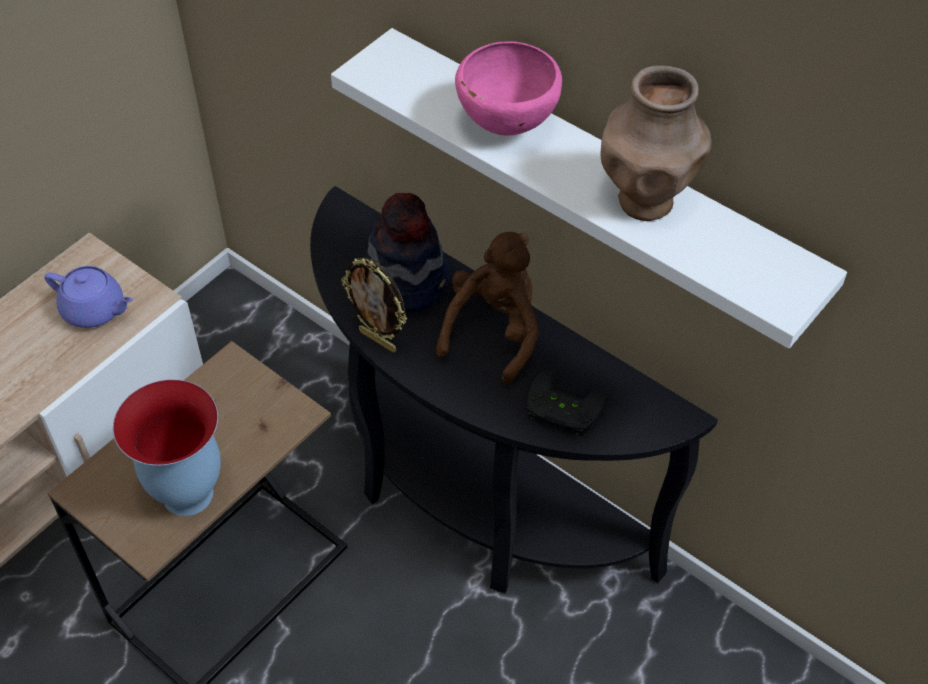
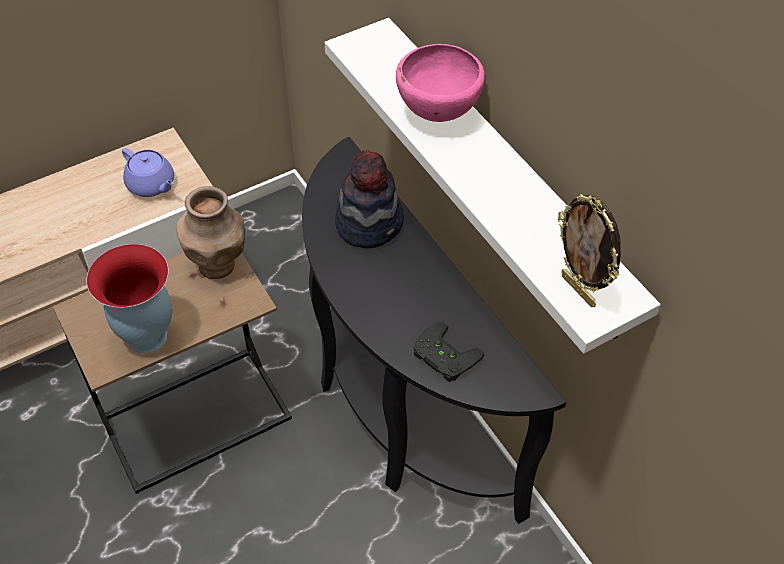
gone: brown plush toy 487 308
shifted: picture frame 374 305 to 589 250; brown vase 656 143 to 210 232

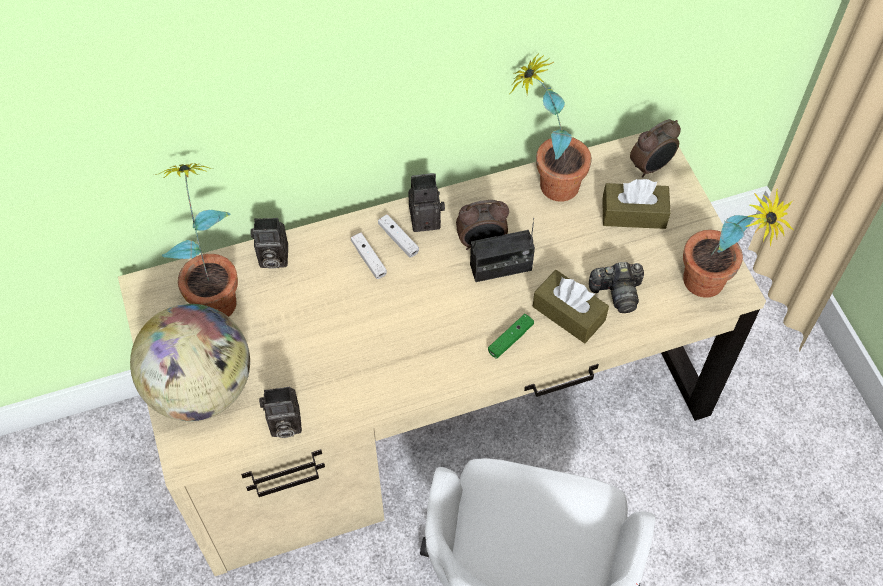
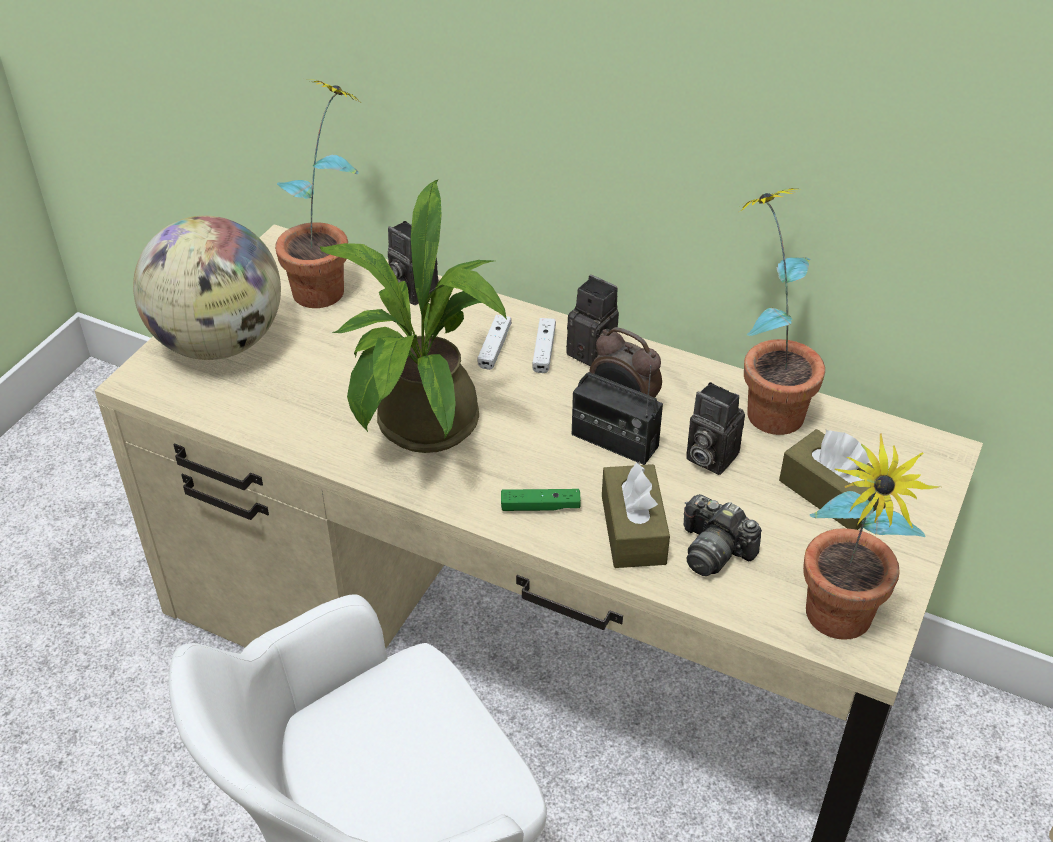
gone: alarm clock 655 148
new: potted plant 413 316
shifted: photo camera 280 412 to 715 428

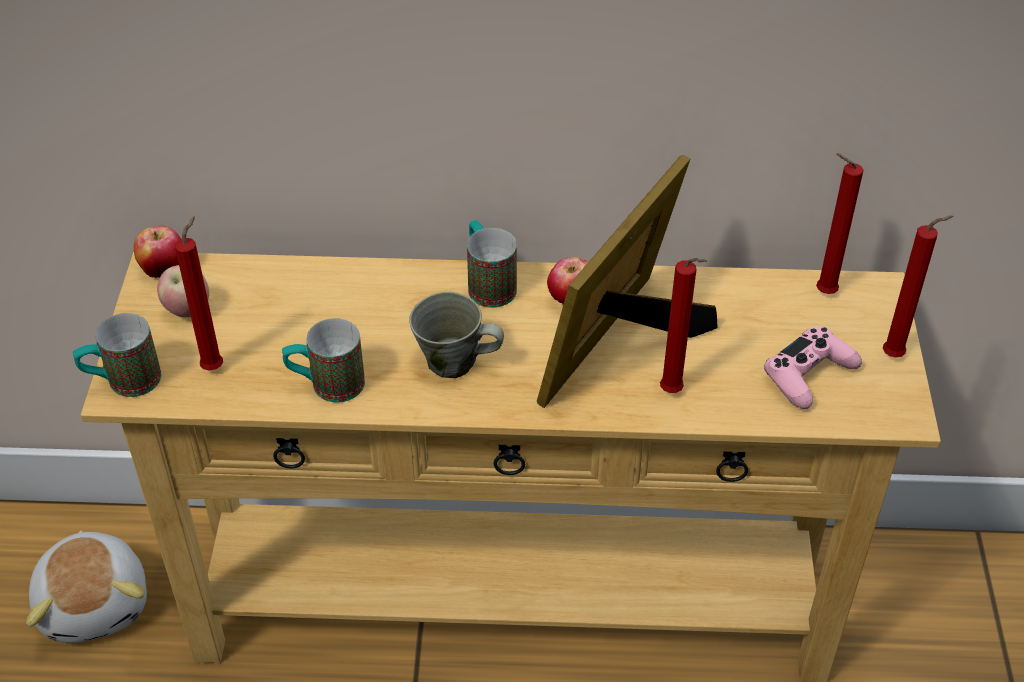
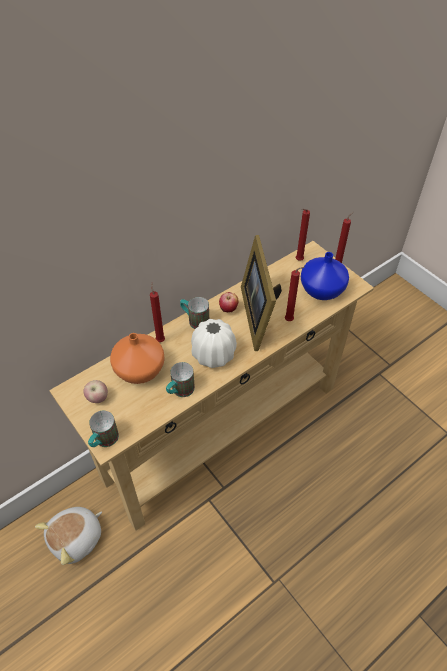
gone: apple 157 252
new: orange vase 137 358
shifted: red candle 199 293 to 157 312
swapped: grey mug 456 335 to white vase 214 343; pink game controller 813 368 to blue vase 325 276
rotated: plush toy 86 587 = 68 536 105 degrees clockwise

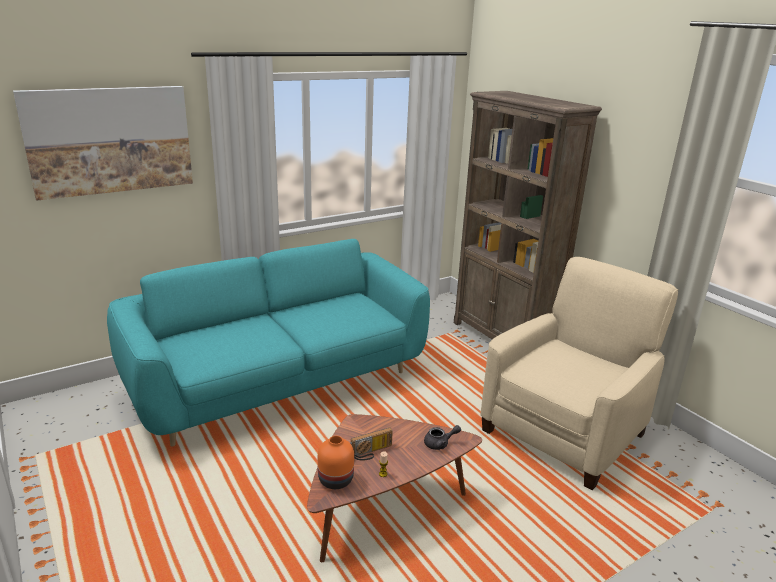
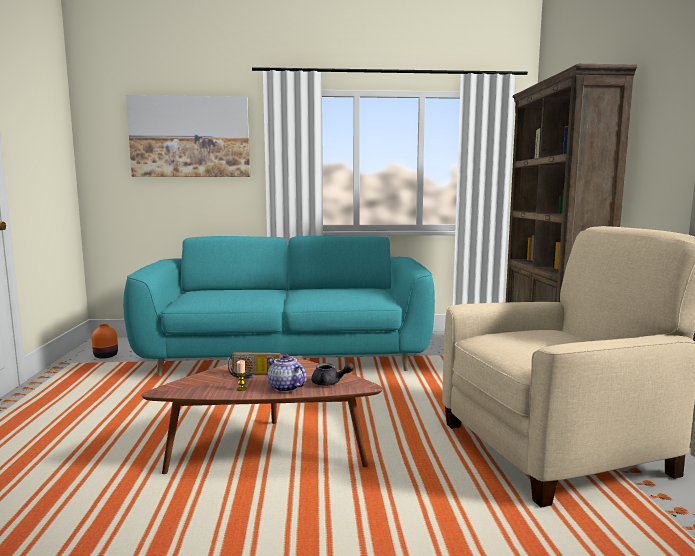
new: teapot 287 373
shifted: orange vase 336 462 to 105 341

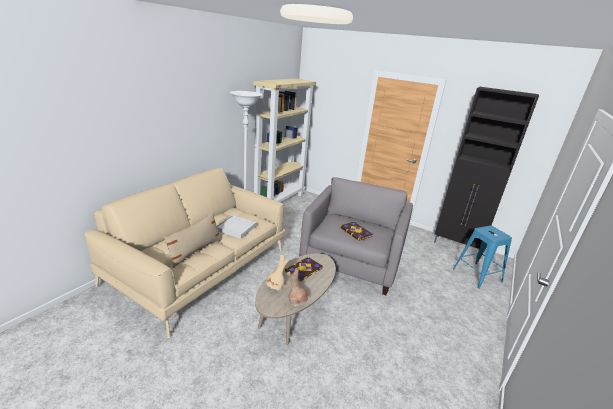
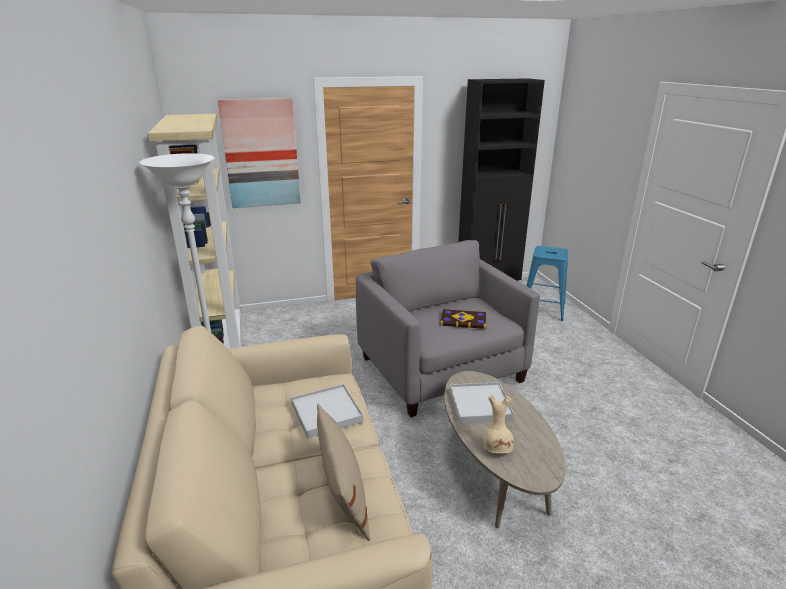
gone: brown vase 297 287
new: picture 259 153
swapped: book 304 269 to white tray 482 403

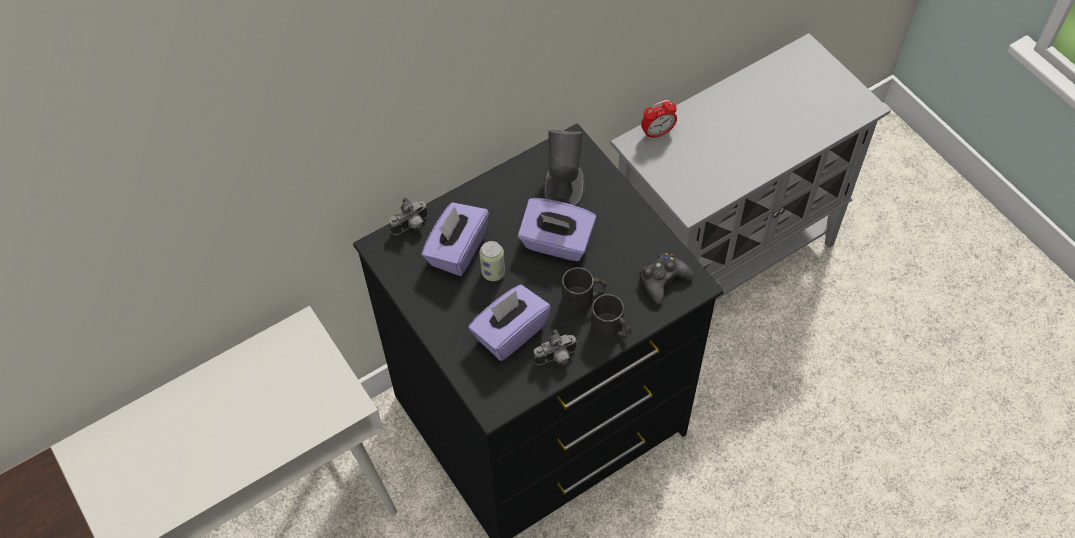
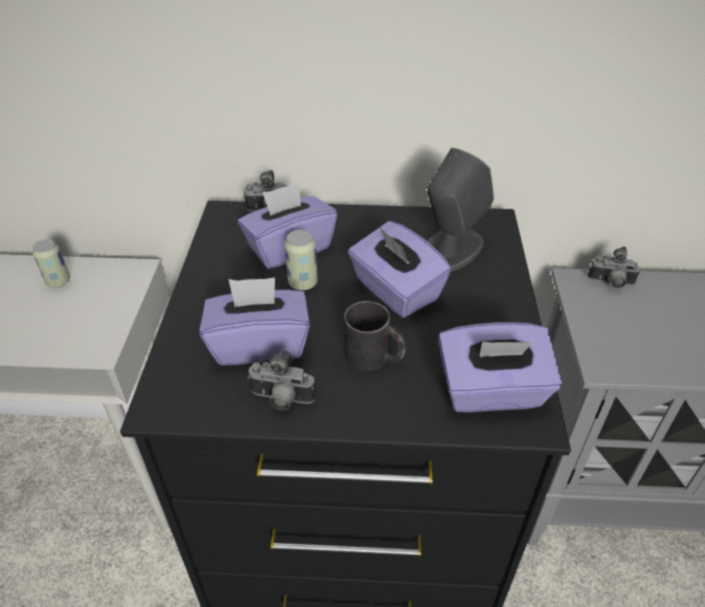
gone: black mug 611 317
new: can 51 263
swapped: black game controller 666 278 to purple tissue box 500 367; alarm clock 659 120 to photo camera 614 267

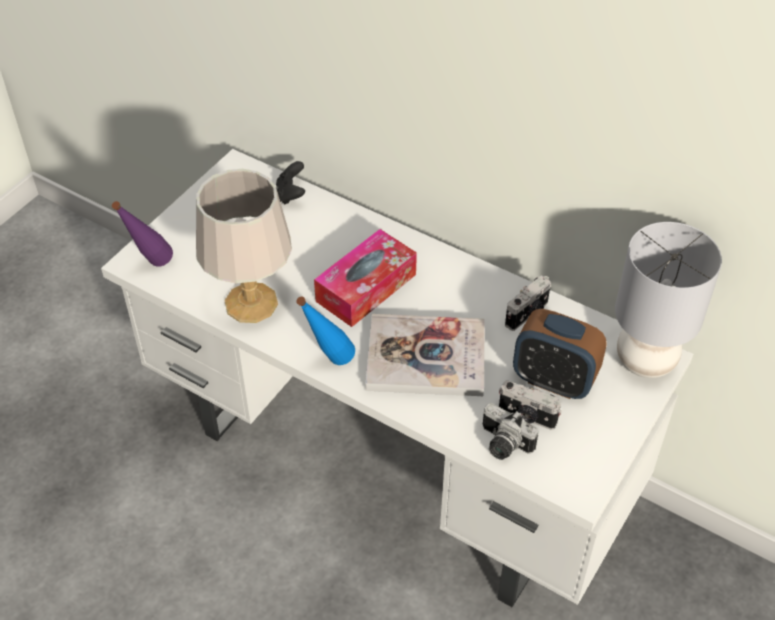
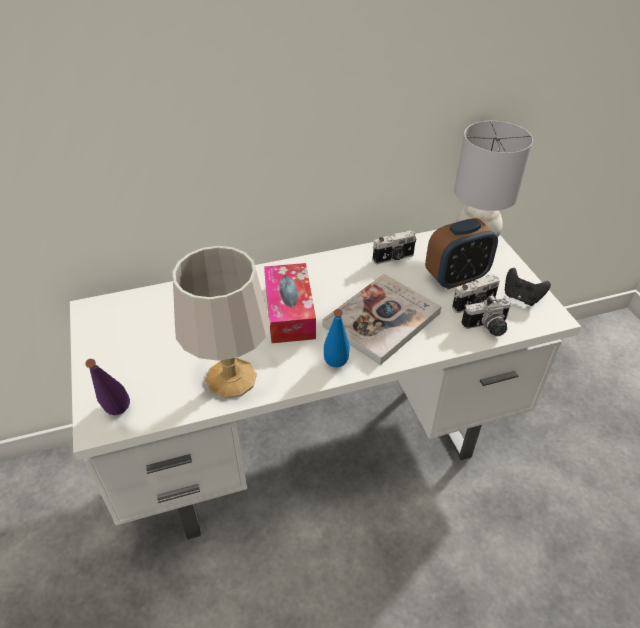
shifted: black game controller 290 183 to 528 287
rotated: photo camera 528 303 = 395 247 75 degrees clockwise

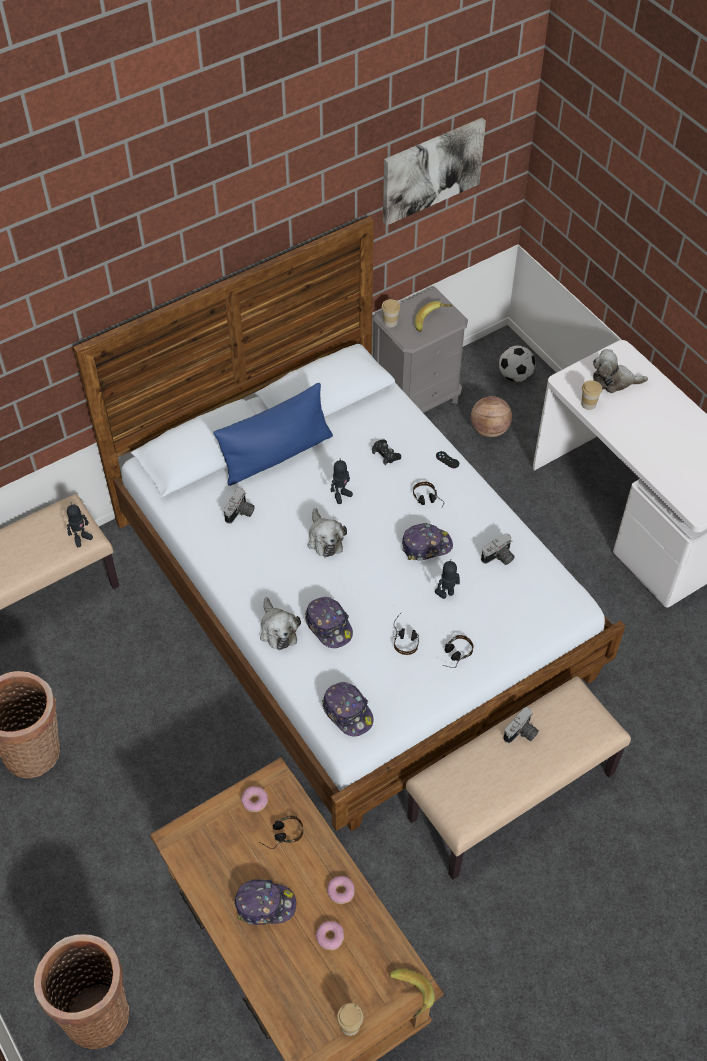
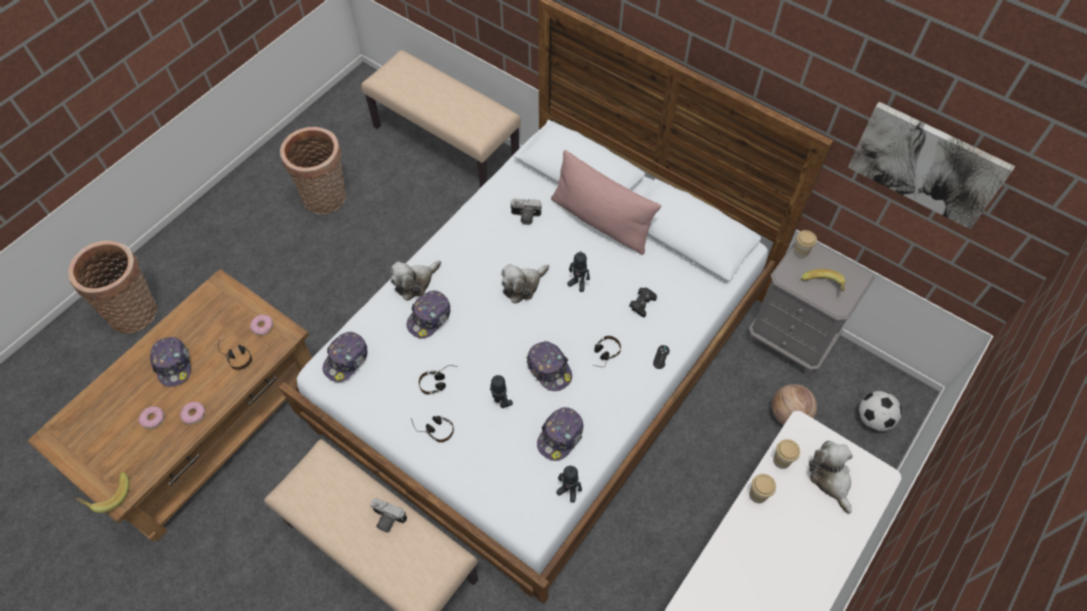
shifted: toy robot 80 525 to 569 484; cup 350 1019 to 762 488
swapped: photo camera 498 549 to cap 560 434
repainted: blue pillow 273 434 to pink pillow 606 202

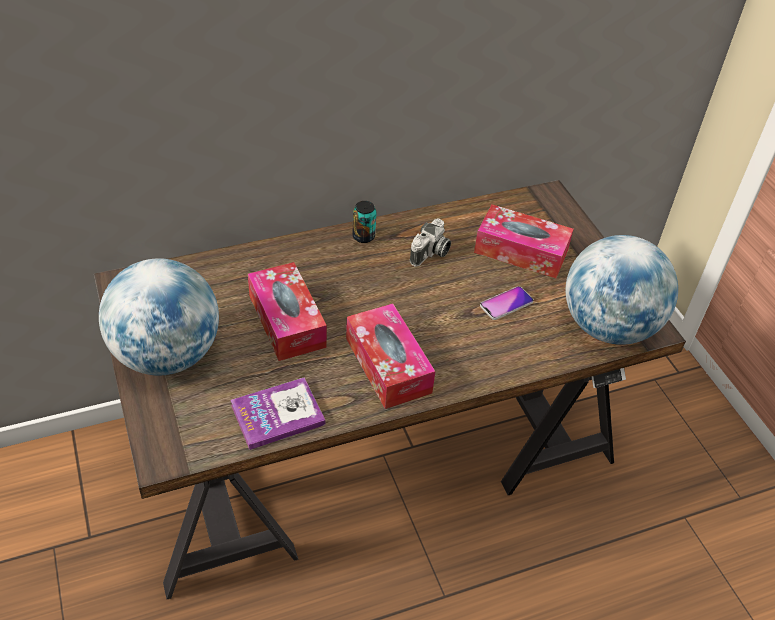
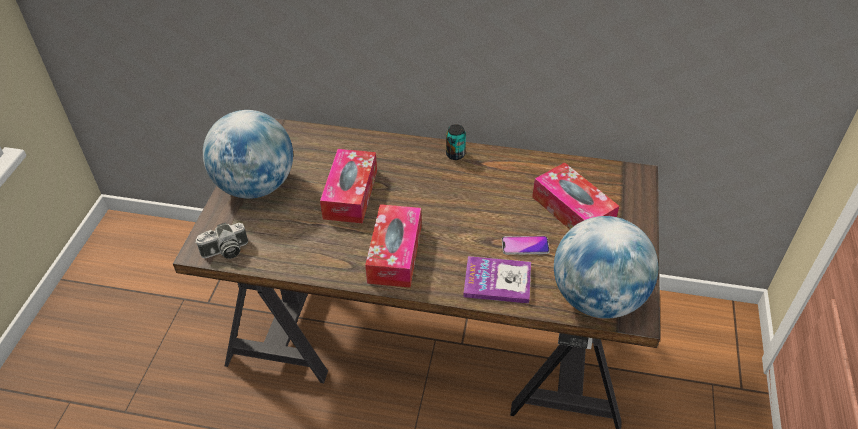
shifted: book 278 413 to 497 279; photo camera 430 242 to 221 240

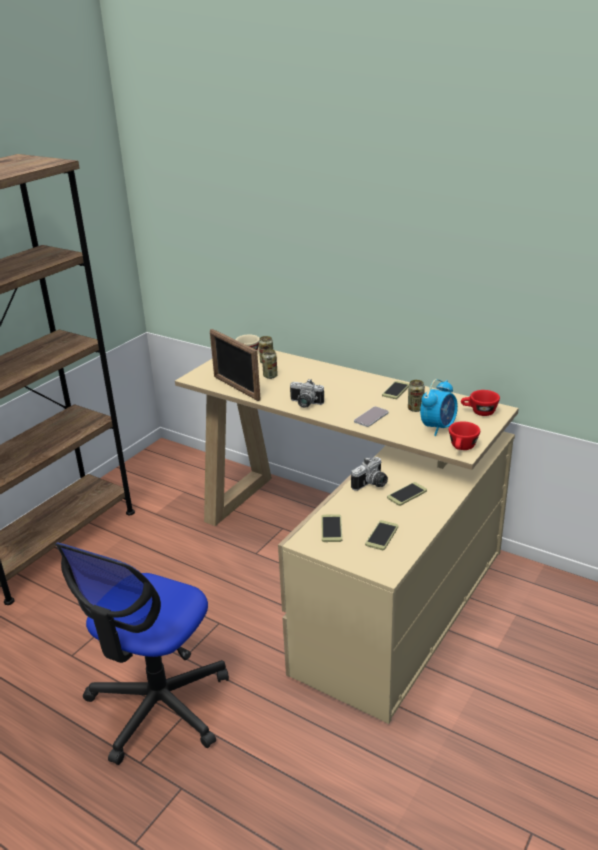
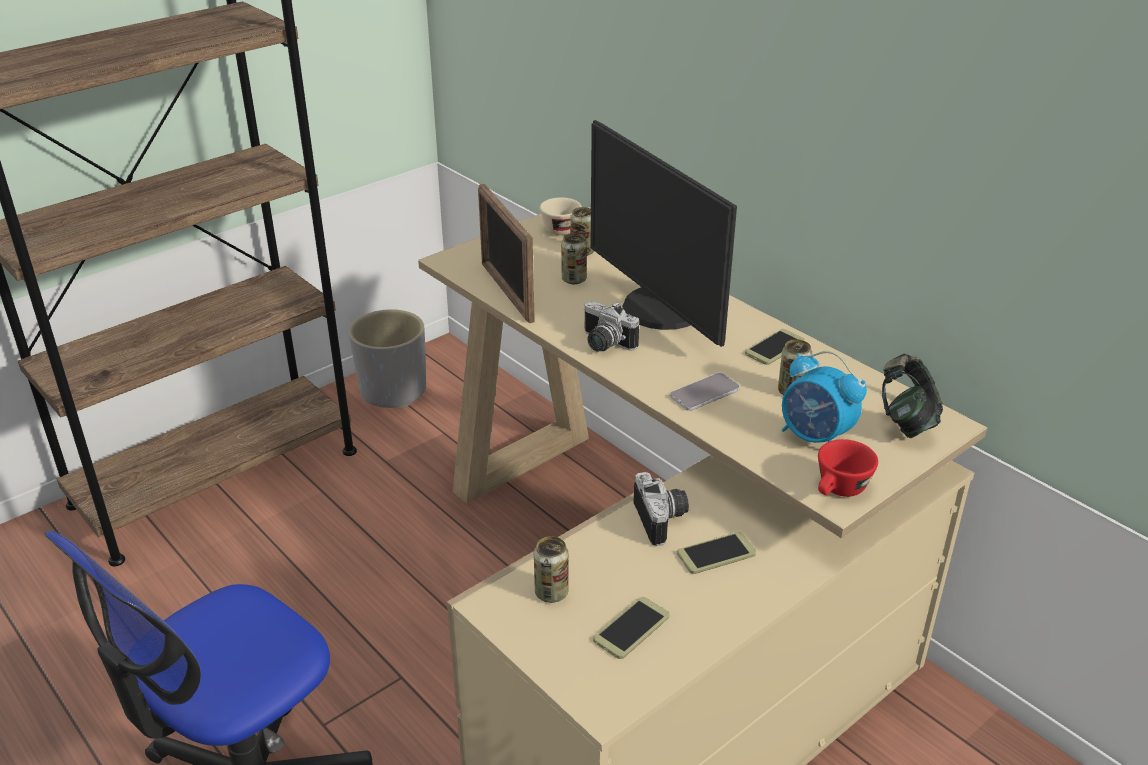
new: grey planter 387 358; monitor 663 233
swapped: phone 331 528 to can 551 569; red cup 480 403 to headphones 912 396
rotated: photo camera 369 474 = 661 509 75 degrees counterclockwise; alarm clock 439 407 = 824 397 75 degrees clockwise

